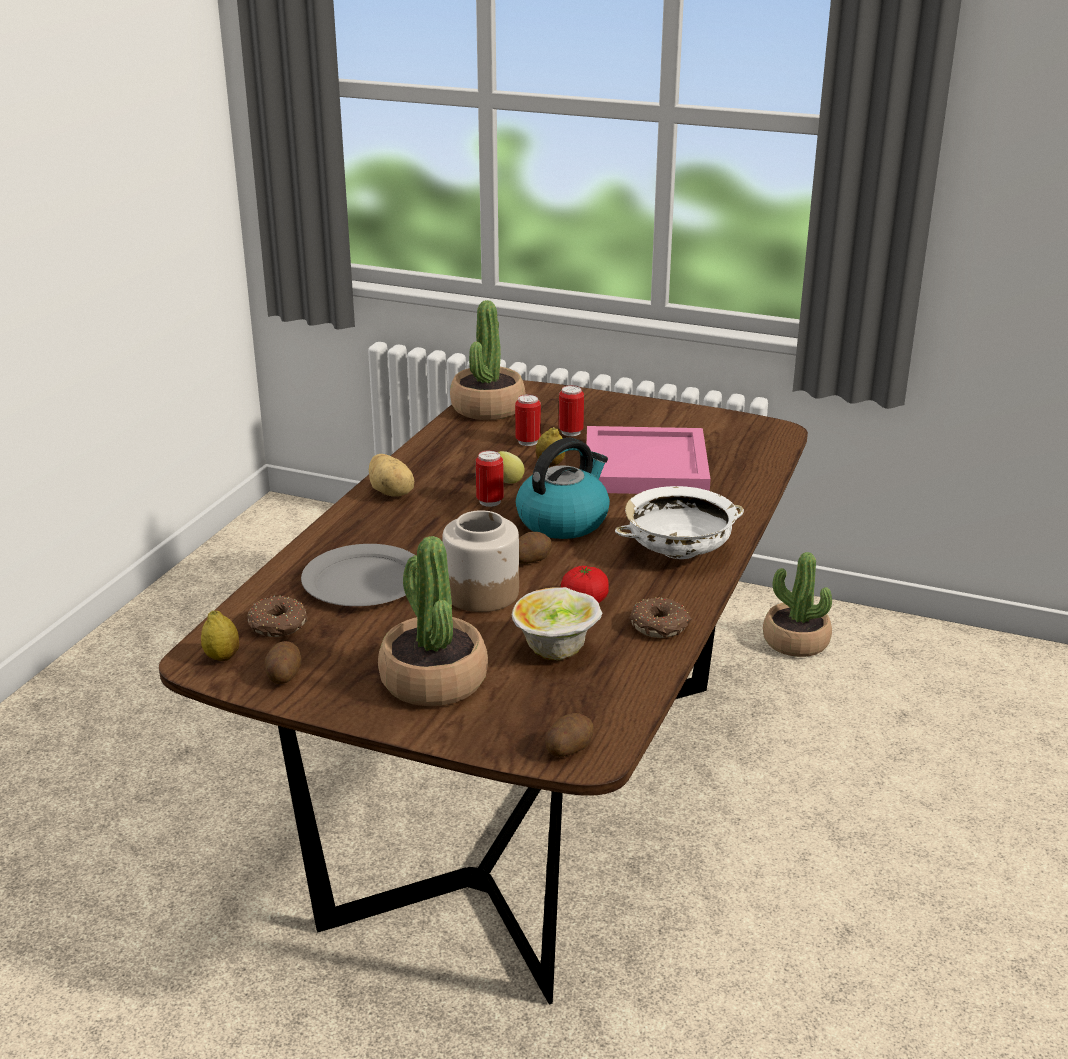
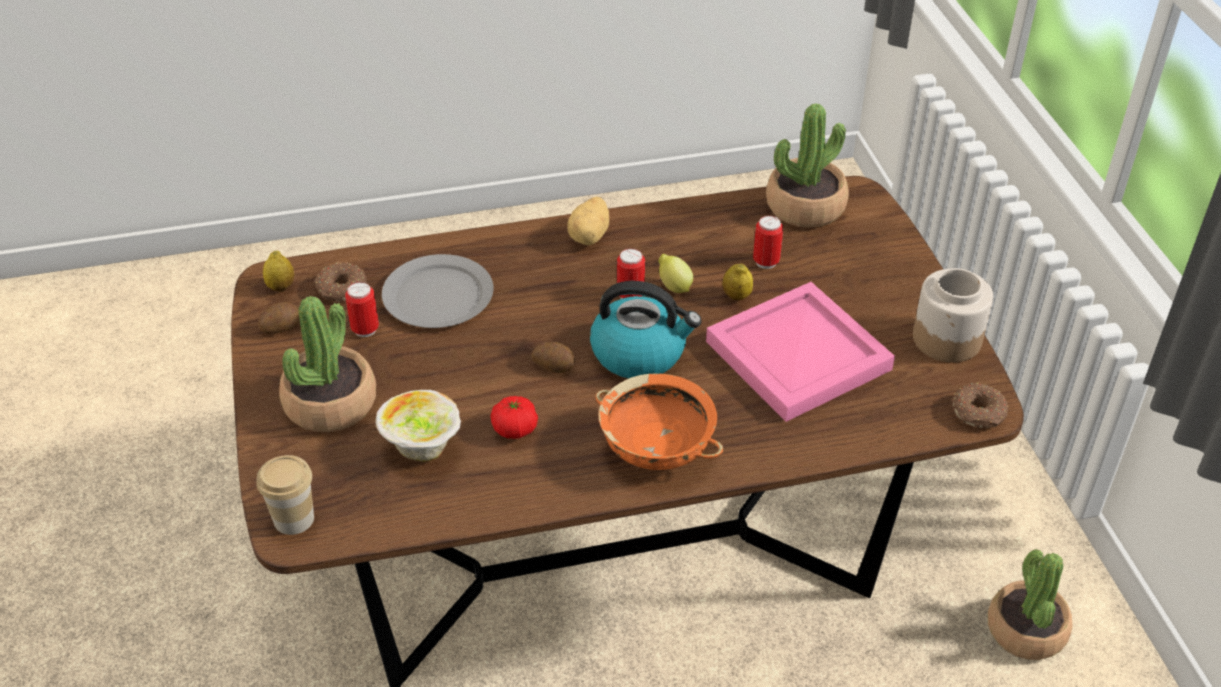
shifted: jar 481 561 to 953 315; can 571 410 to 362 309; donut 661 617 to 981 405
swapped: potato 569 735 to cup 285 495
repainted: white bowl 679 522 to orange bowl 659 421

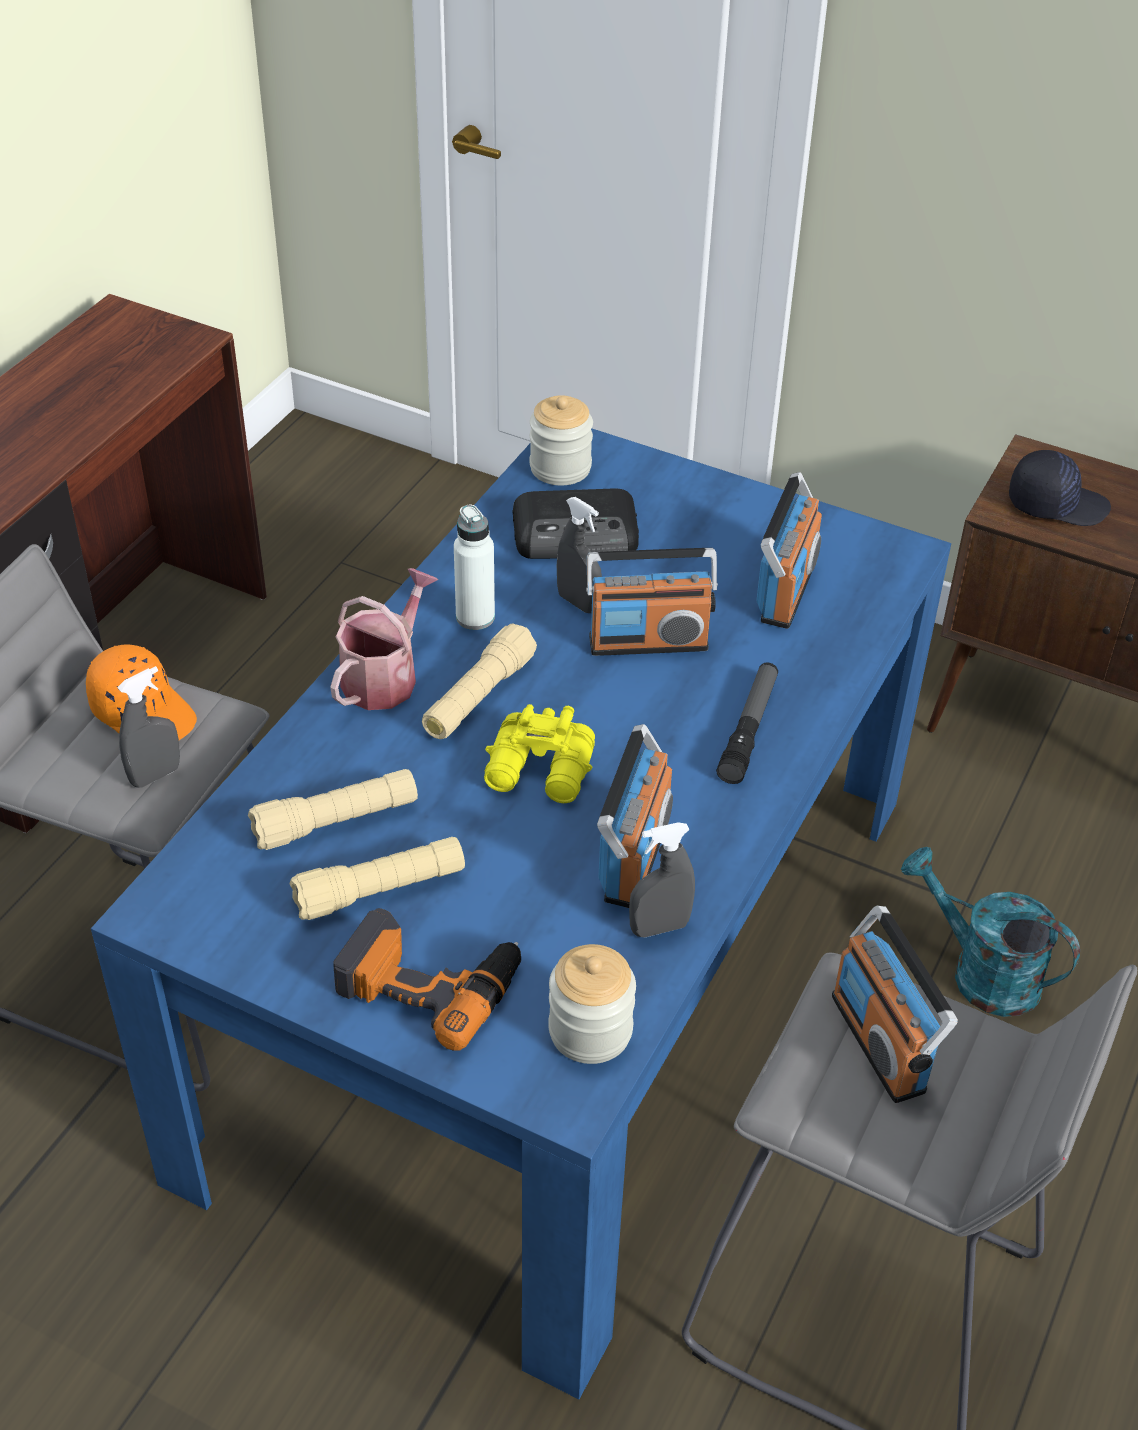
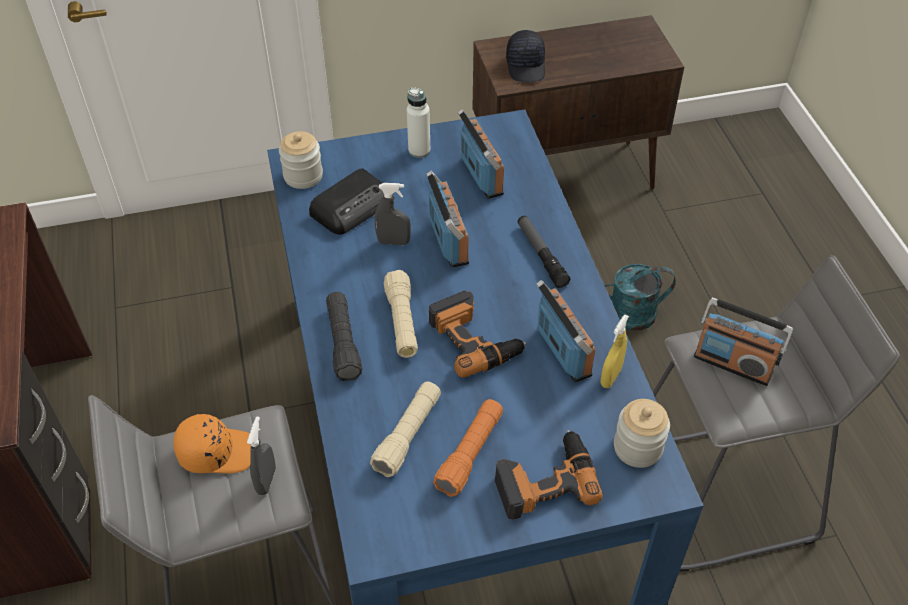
shifted: white bottle 474 567 to 418 122
swapped: watering can 384 639 to black flashlight 344 336; yellow binoculars 539 753 to power drill 477 334
repainted: beige flashlight 377 878 to orange flashlight 468 448; grey spray bottle 662 879 to yellow spray bottle 614 351
rotated: radio 652 602 = 447 219 60 degrees counterclockwise; black cap 1060 488 = 525 56 120 degrees clockwise

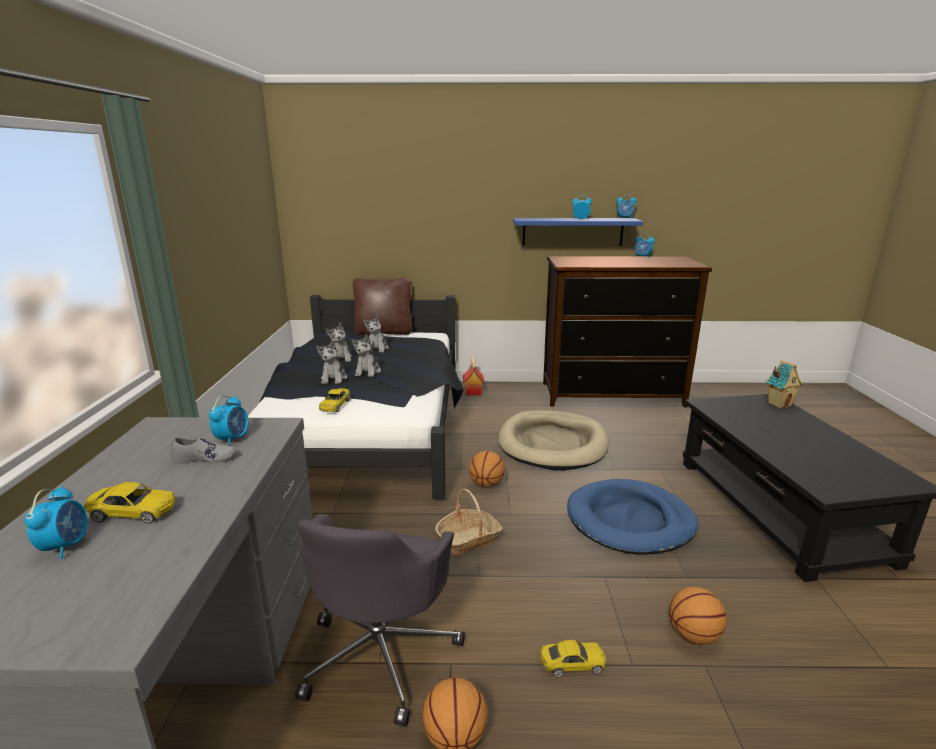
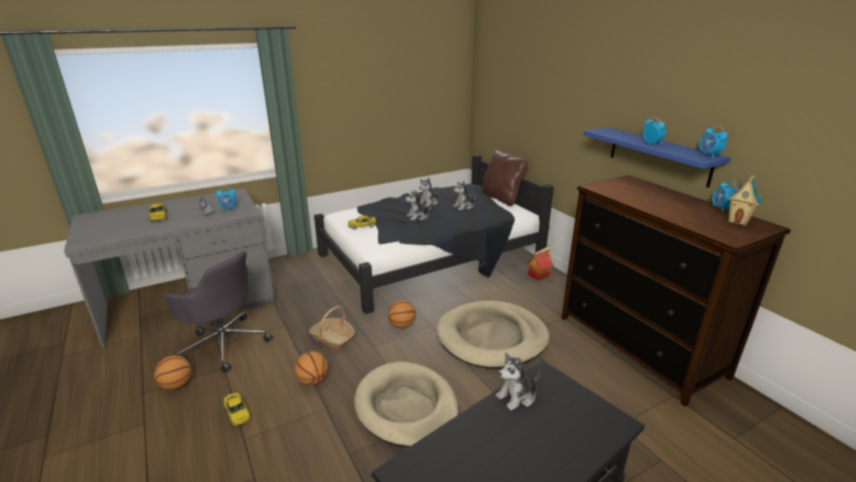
gone: alarm clock 55 523
shifted: plush toy 331 362 to 518 381; basketball 698 615 to 312 368; toy house 784 384 to 744 200
repainted: blue dog bed 632 517 to beige dog bed 406 404
rotated: grey office chair 380 620 = 218 312 135 degrees counterclockwise

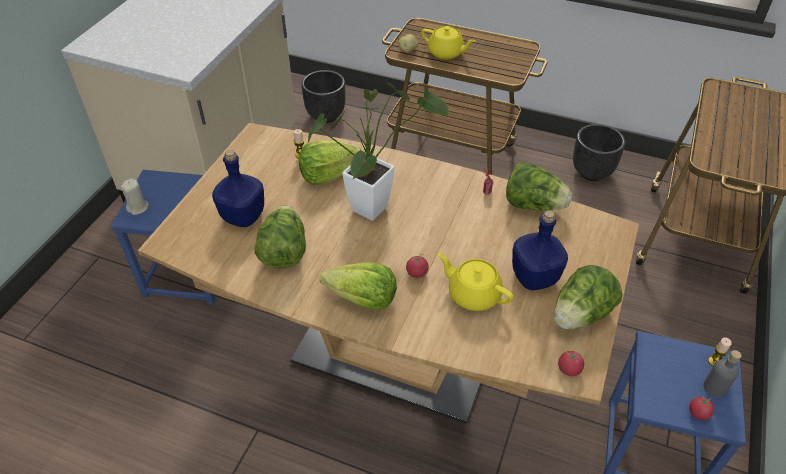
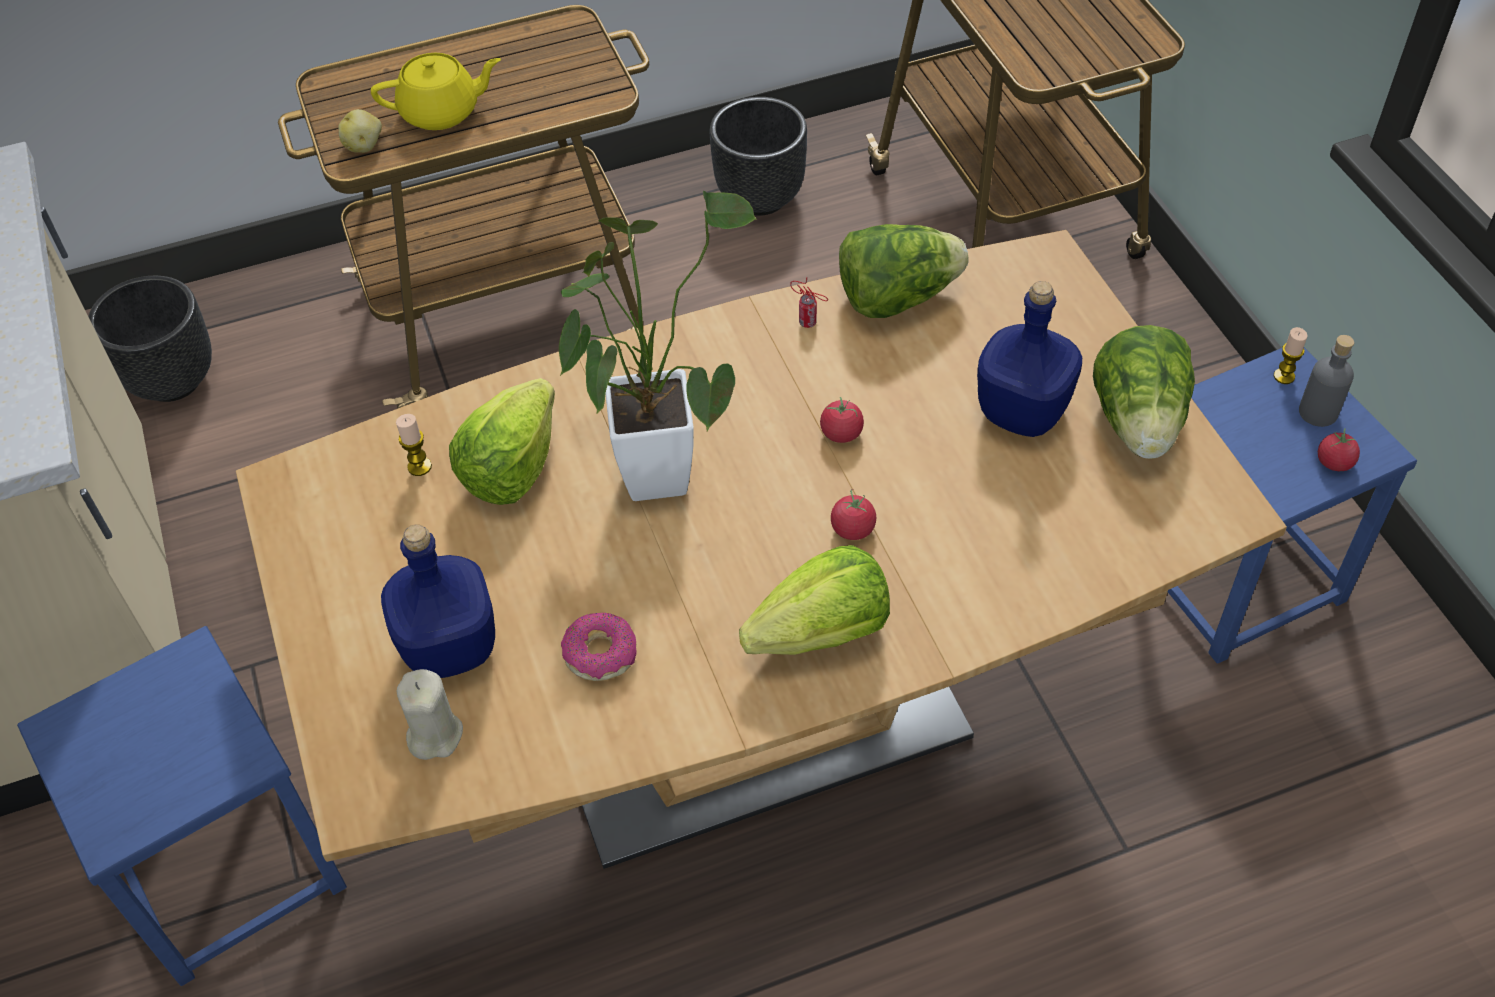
gone: yellow teapot 476 282
shifted: beige candle 135 197 to 430 714; tomato 571 363 to 842 420
swapped: lettuce 280 237 to donut 599 647

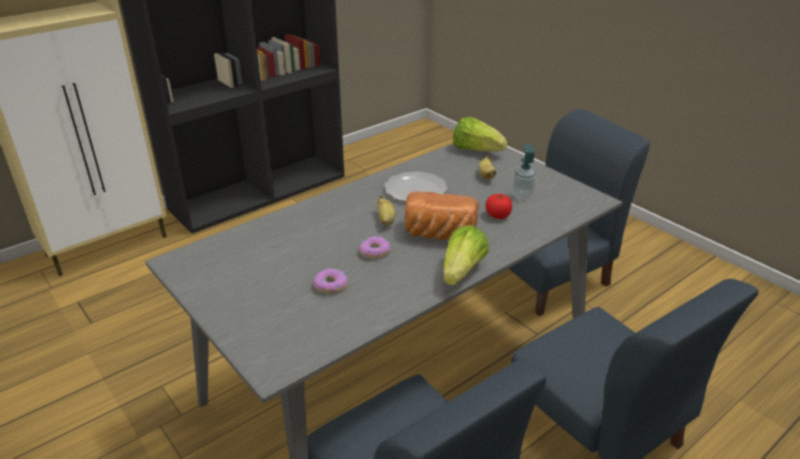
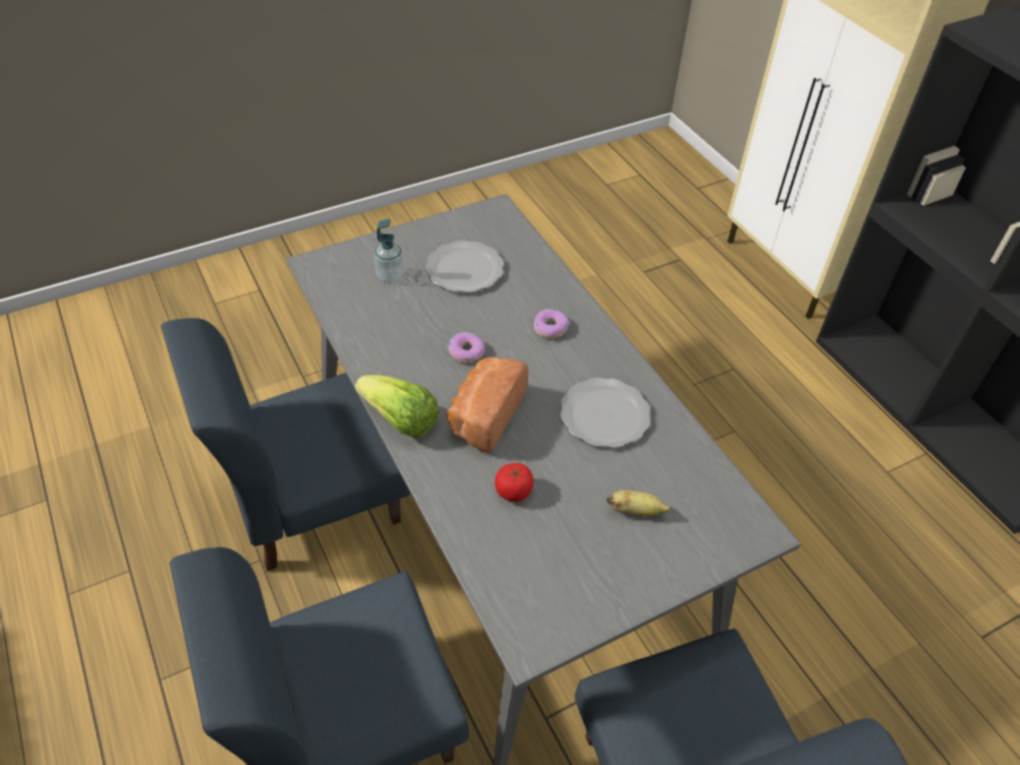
gone: banana 386 210; lettuce 480 134
new: plate 464 267
shifted: donut 331 280 to 551 324; soap dispenser 524 172 to 389 251

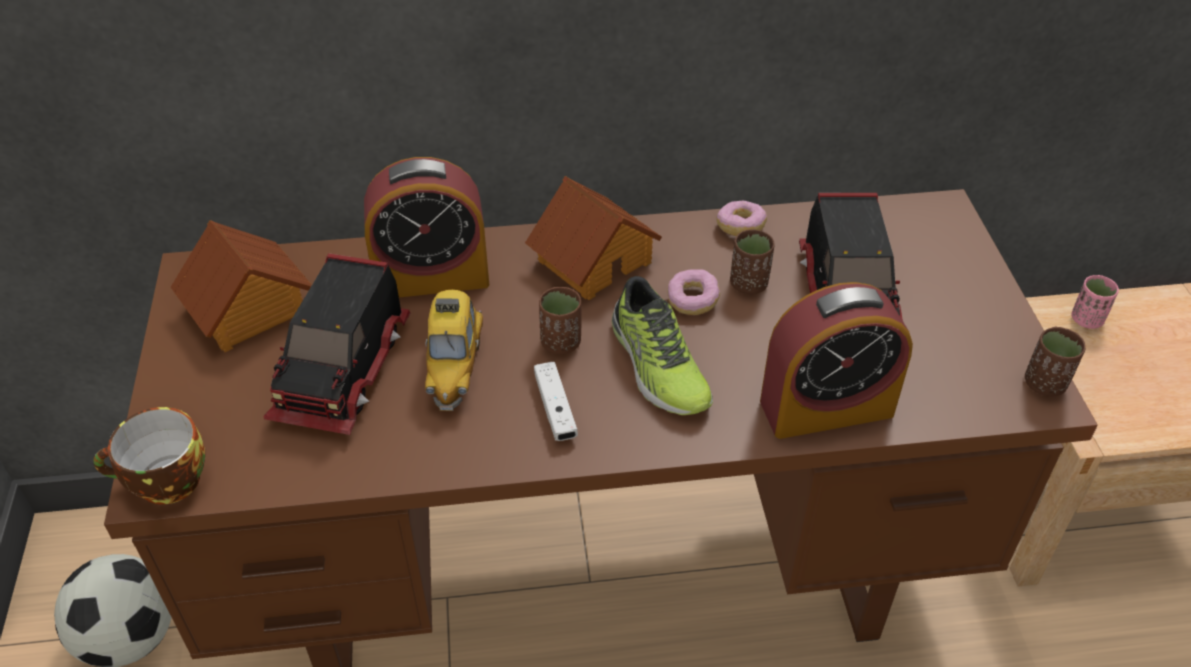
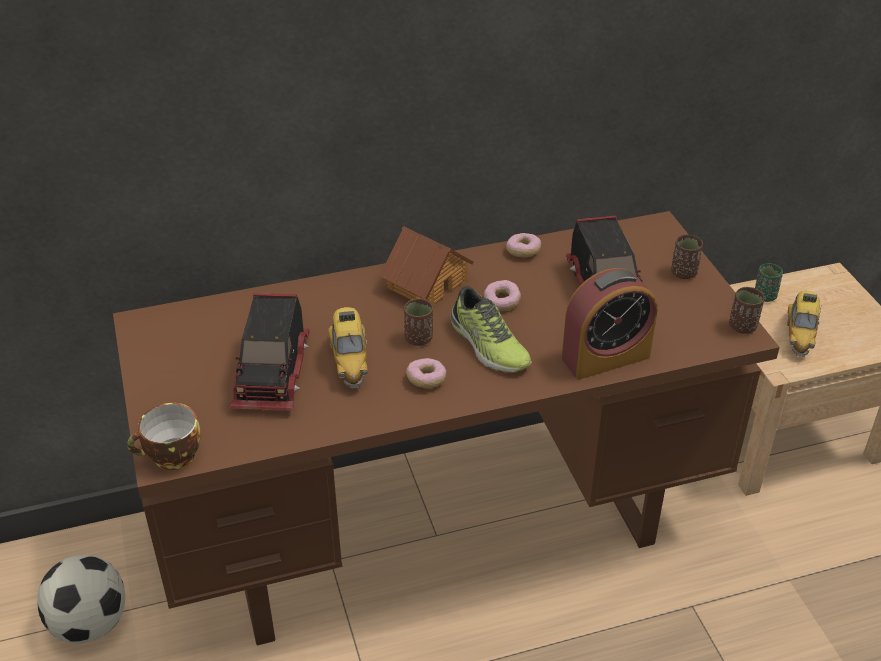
gone: toy house 241 286; alarm clock 426 227
new: toy car 805 324
shifted: brown cup 752 261 to 687 257
swapped: white game controller 556 401 to donut 426 373
repainted: pink cup 1095 302 to green cup 769 282

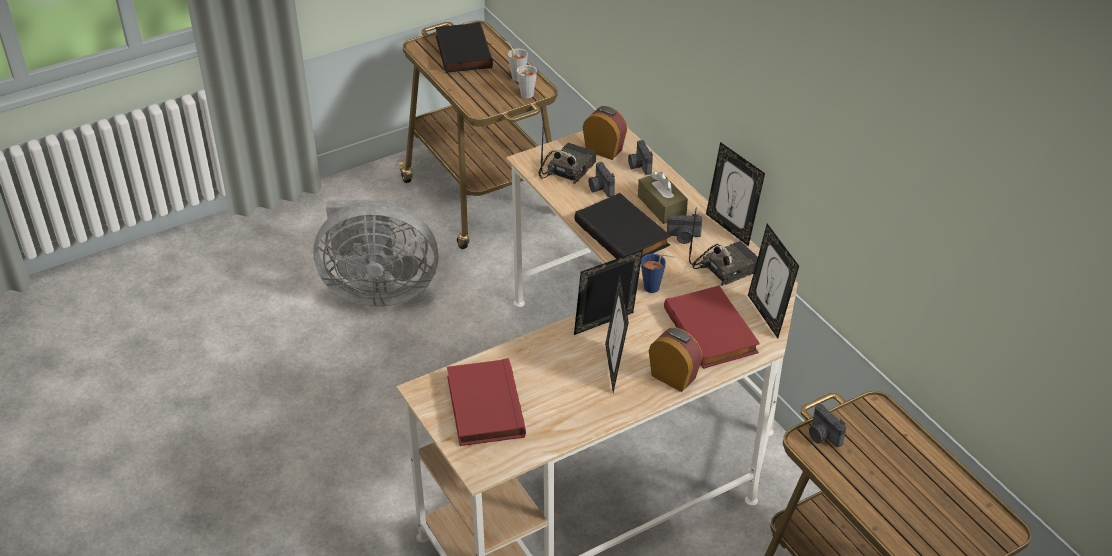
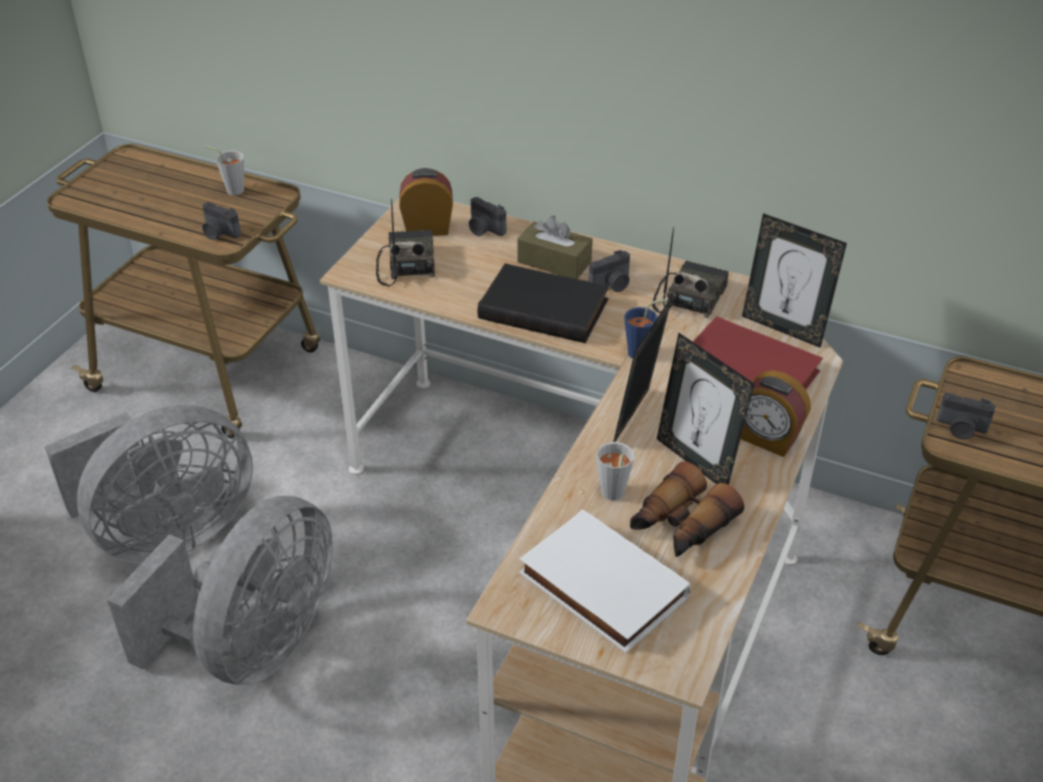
gone: black book 464 47; picture frame 735 194
new: grey fan 220 591; binoculars 687 509
shifted: grey cup 527 81 to 615 471; photo camera 601 179 to 221 221
repainted: red book 486 402 to white book 605 581
rotated: alarm clock 676 359 = 776 413 150 degrees counterclockwise

